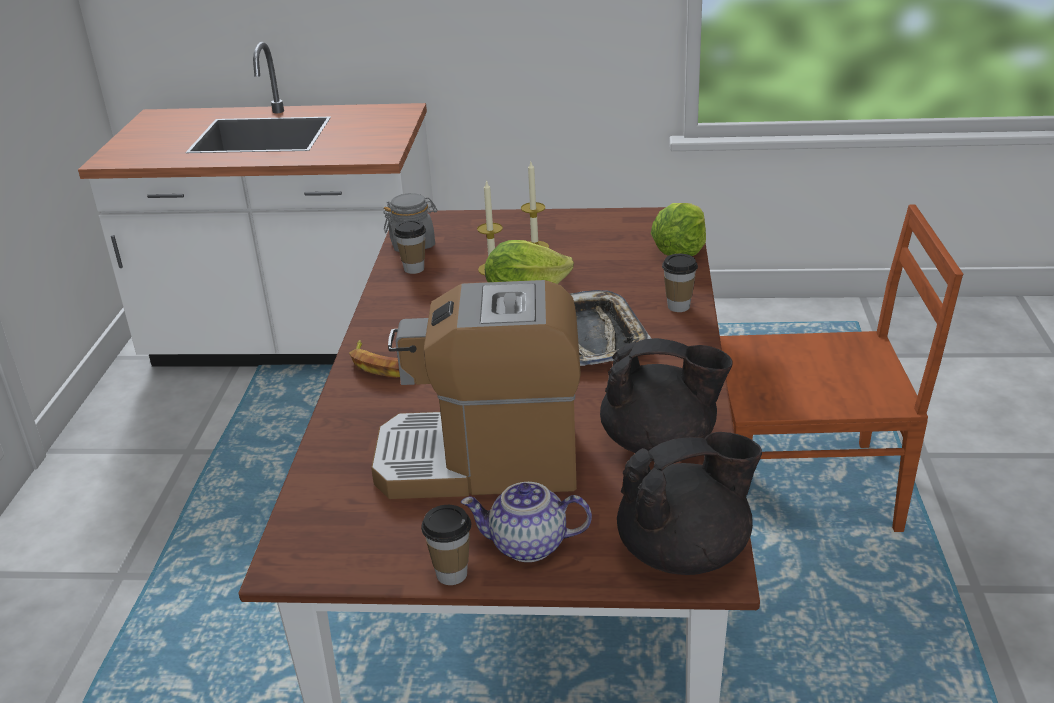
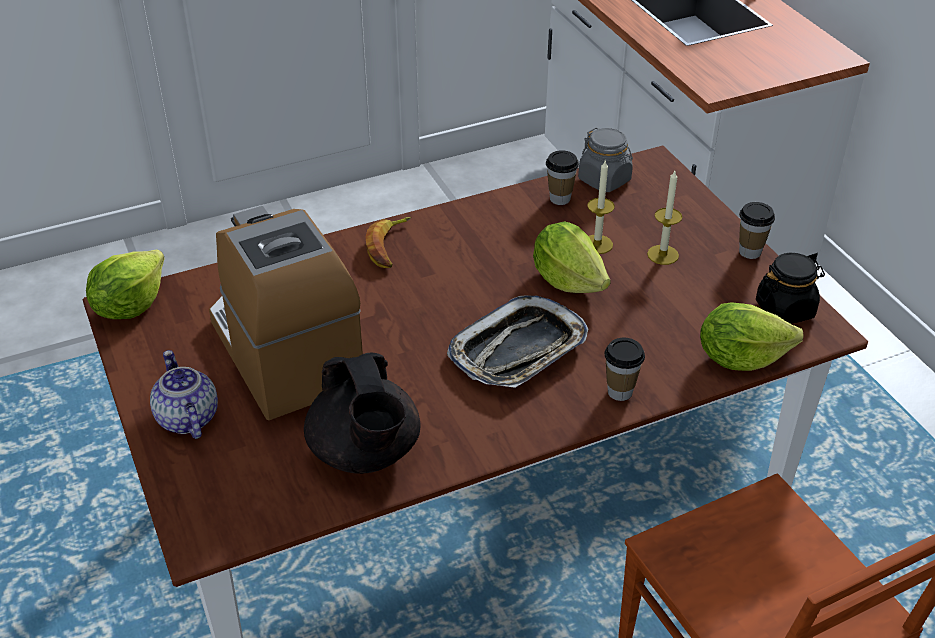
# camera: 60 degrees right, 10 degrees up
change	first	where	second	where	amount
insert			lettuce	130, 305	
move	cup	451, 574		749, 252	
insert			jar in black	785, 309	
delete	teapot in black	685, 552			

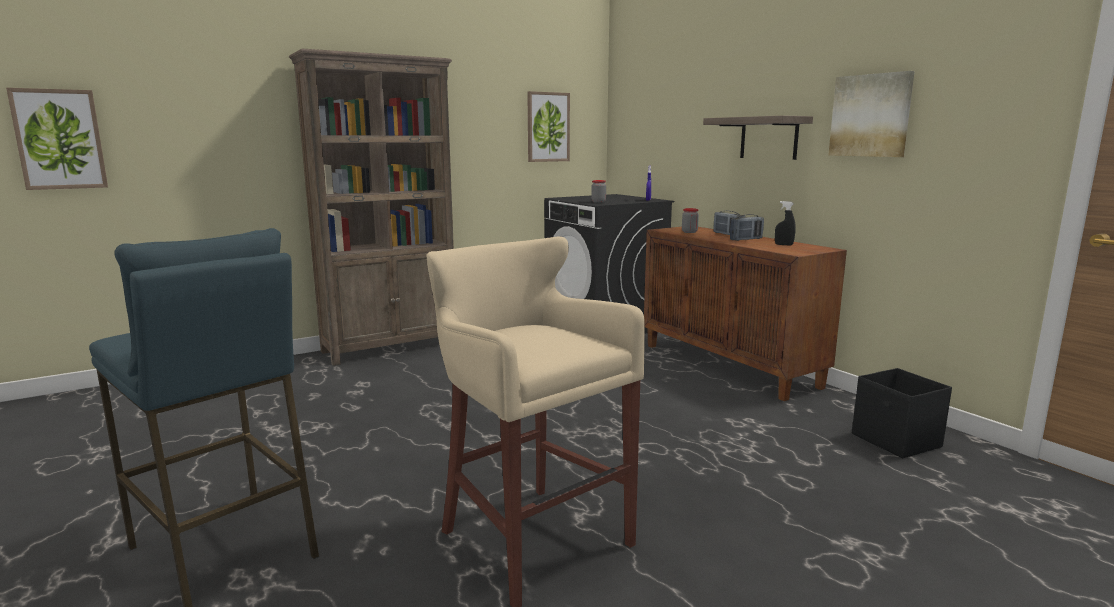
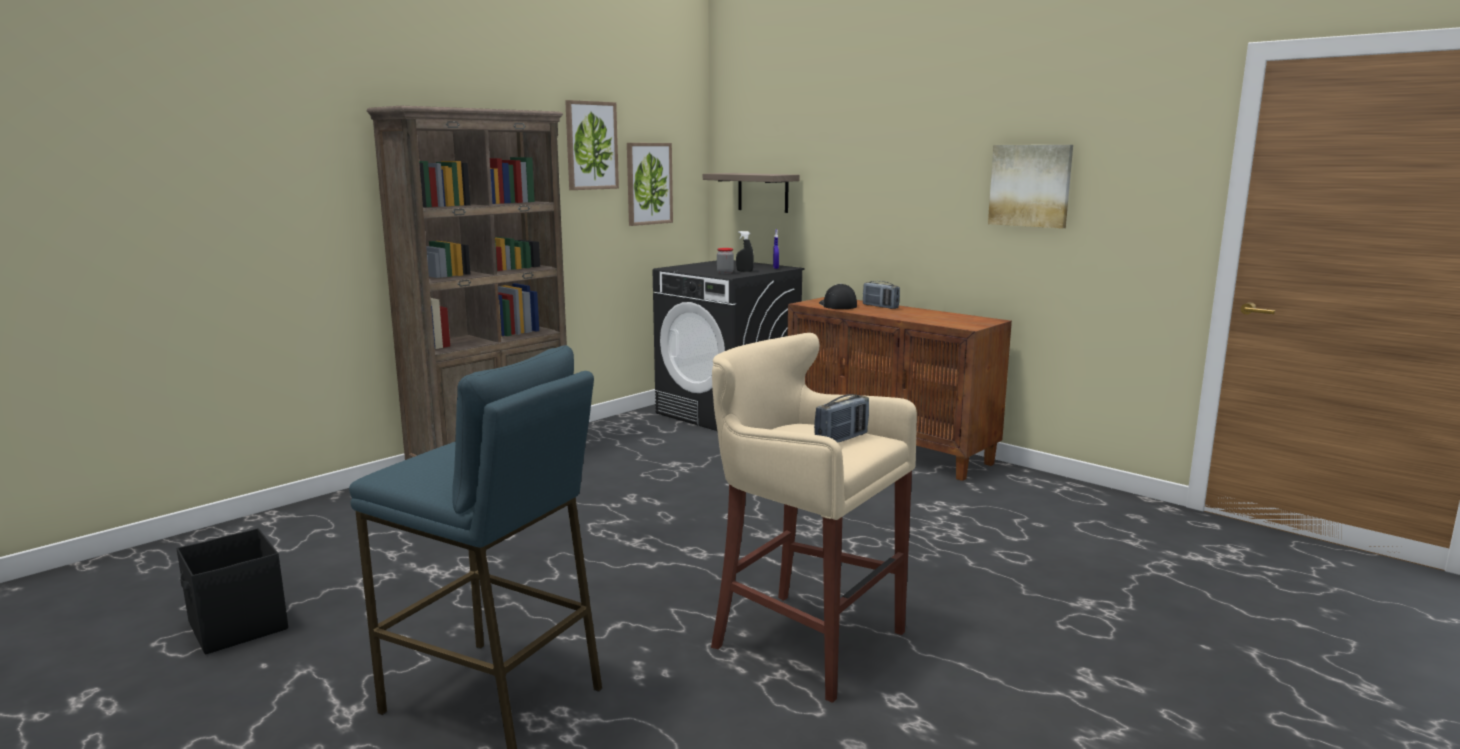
# camera: 15 degrees left, 0 degrees up
change	first	where	second	where	amount
move	storage box in black	896, 441		237, 627	
move	picture	59, 139		591, 145	
move	shelf	769, 138		763, 192	
move	spray bottle in black	783, 245		744, 271	
move	radio	746, 239		841, 439	
replace	jar	689, 232	cap	837, 305	

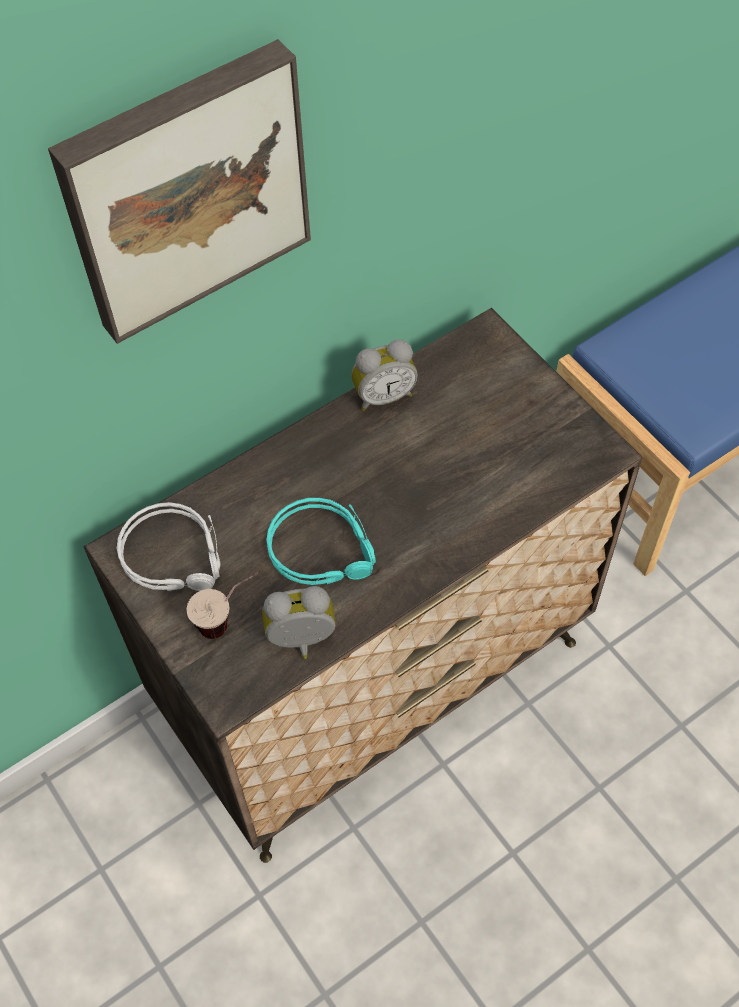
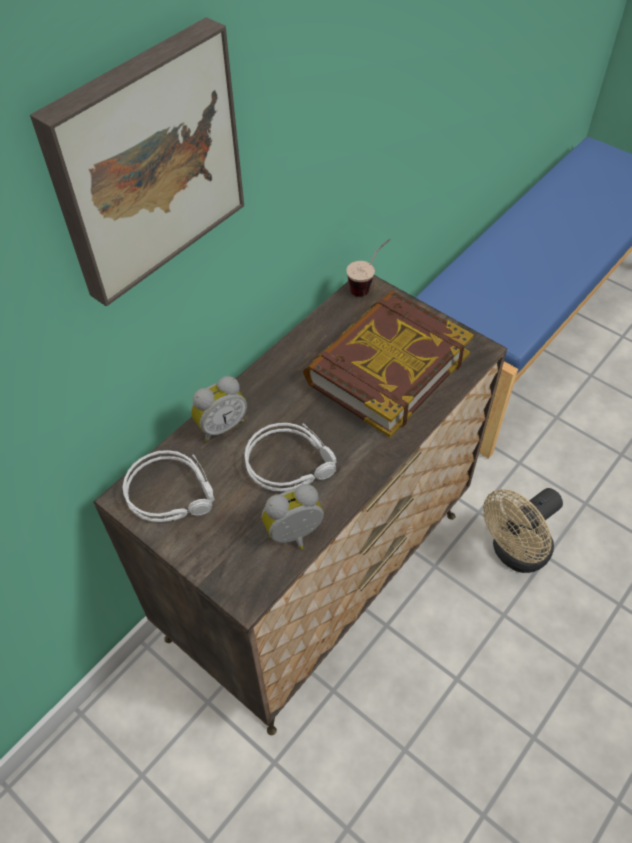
# camera: 15 degrees left, 5 degrees down
change	first	where	second	where	amount
move	alarm clock	383, 395		221, 426	
recolor	headphones in turquoise	325, 548	headphones in grey	292, 461	
insert			book	386, 368	
move	cup	229, 620		368, 285	
insert			fan in beige	514, 553	

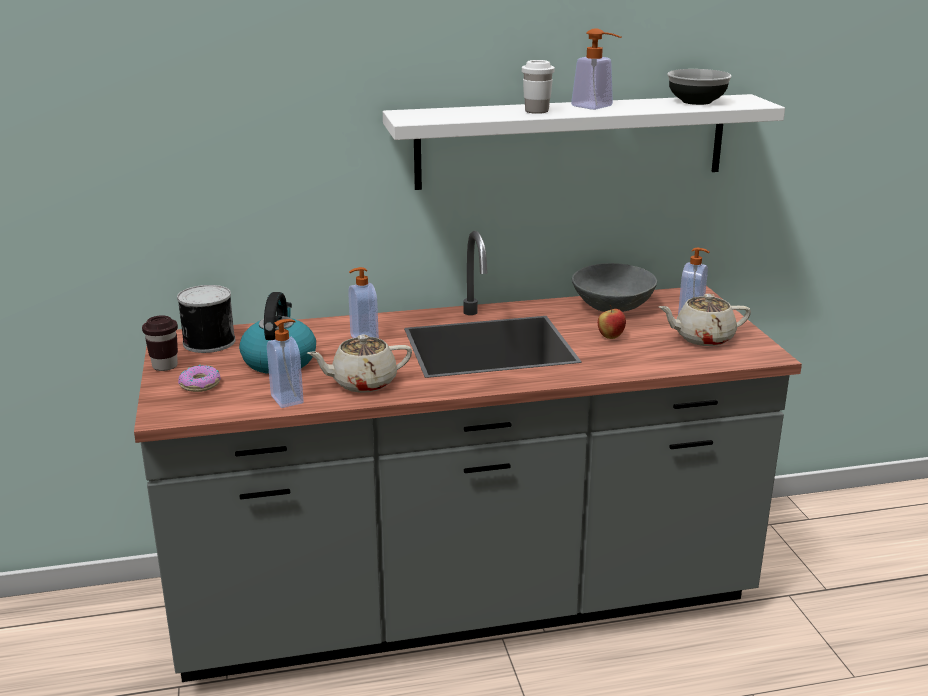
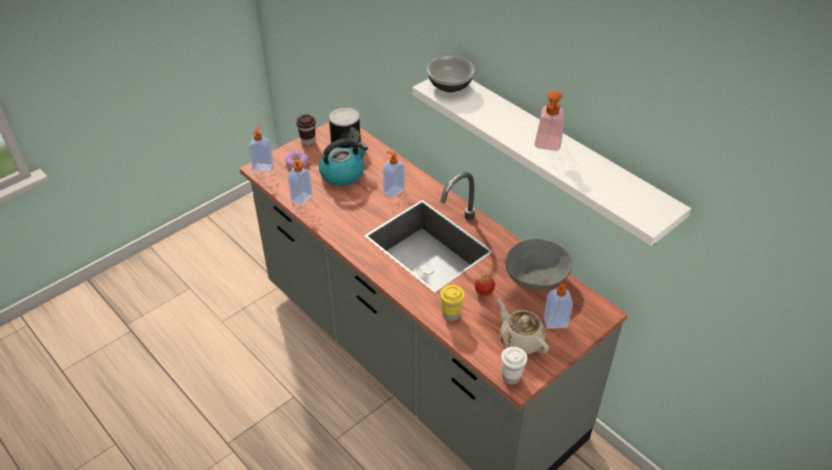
# camera: 60 degrees right, 20 degrees up
change	first	where	second	where	amount
insert			soap dispenser	263, 167	
move	bowl	696, 101		450, 86	
insert			cup in yellow	451, 314	
move	cup in white	536, 111		511, 377	
delete	teapot in beige	362, 383			

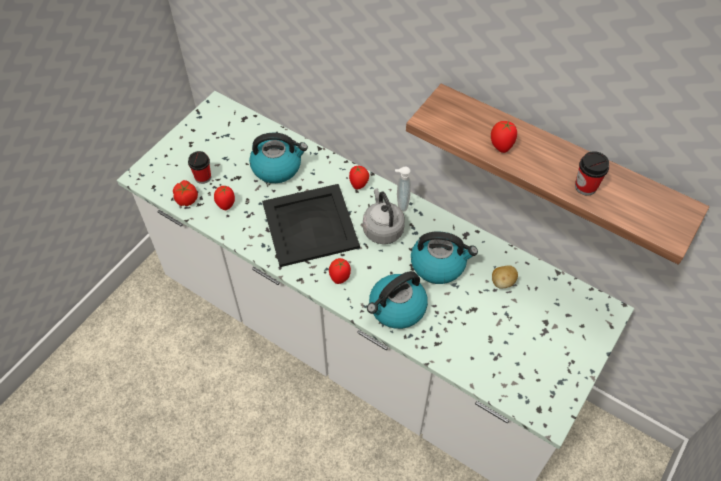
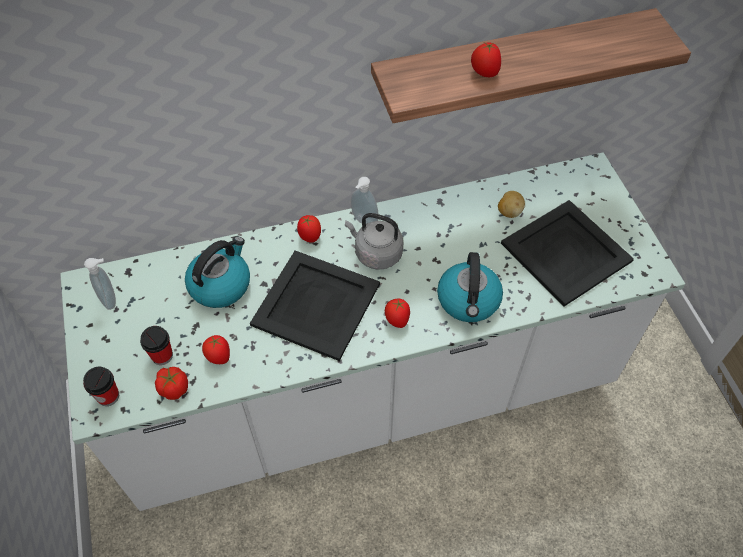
# camera: 50 degrees left, 0 degrees up
change	first	where	second	where	amount
move	cup	585, 187		108, 396	
insert			soap dispenser	111, 299	
insert			tray in black	566, 251	
delete	kettle	439, 264			

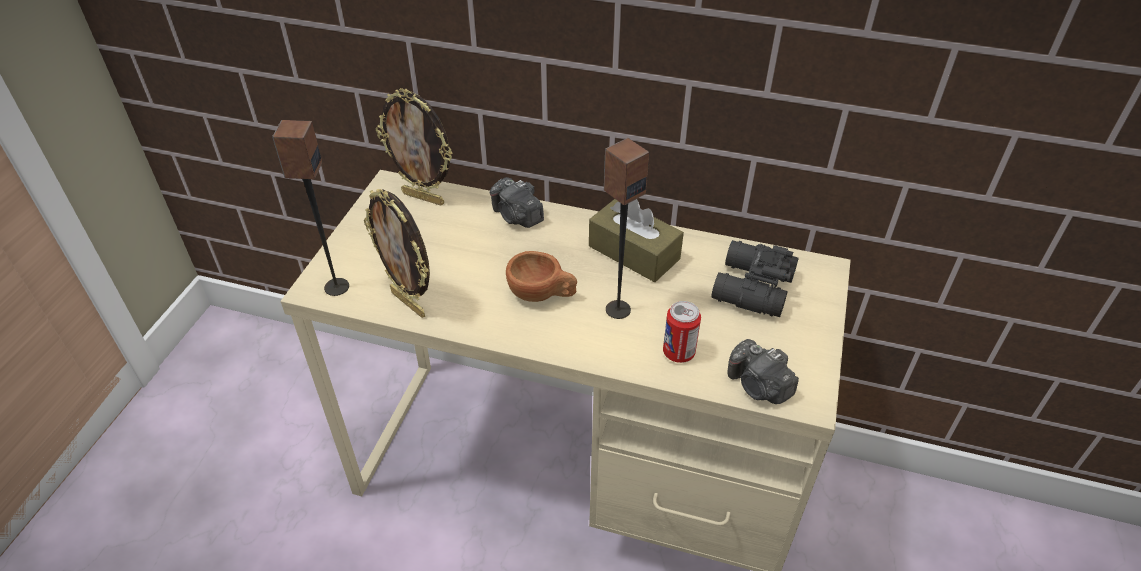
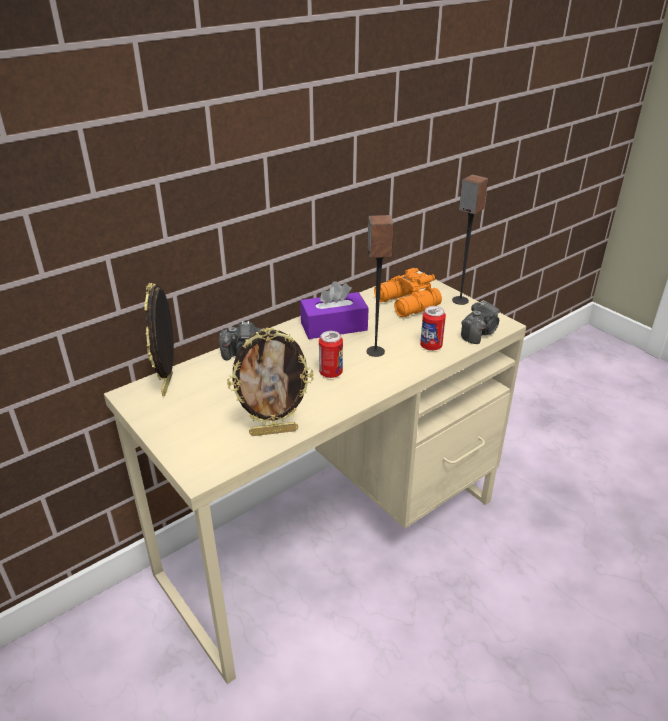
# camera: 55 degrees left, 10 degrees down
change	first	where	second	where	amount
rotate	picture frame	424, 197		169, 384	120 degrees clockwise
recolor	tissue box in brown	634, 252	tissue box in purple	334, 326	
replace	cup in brown	542, 294	can	330, 373	
recolor	binoculars in black	750, 288	binoculars in orange	406, 304	
move	speaker	336, 287		460, 300	
rotate	photo camera	758, 386		479, 333	45 degrees counterclockwise

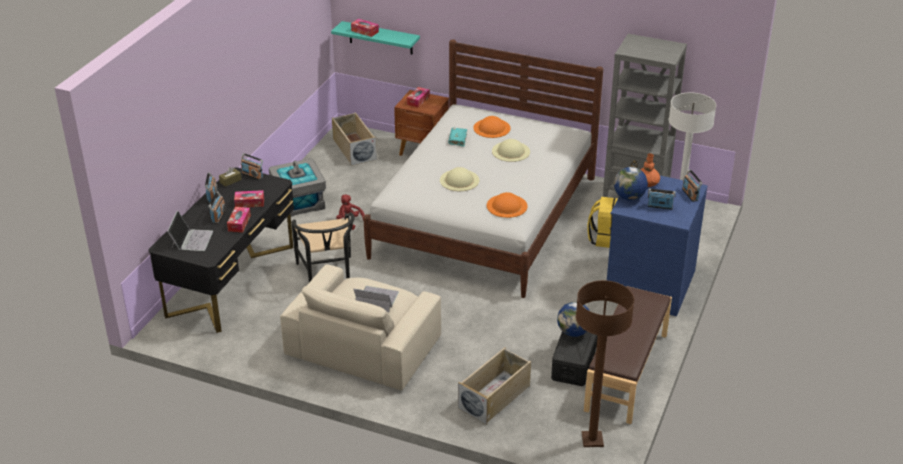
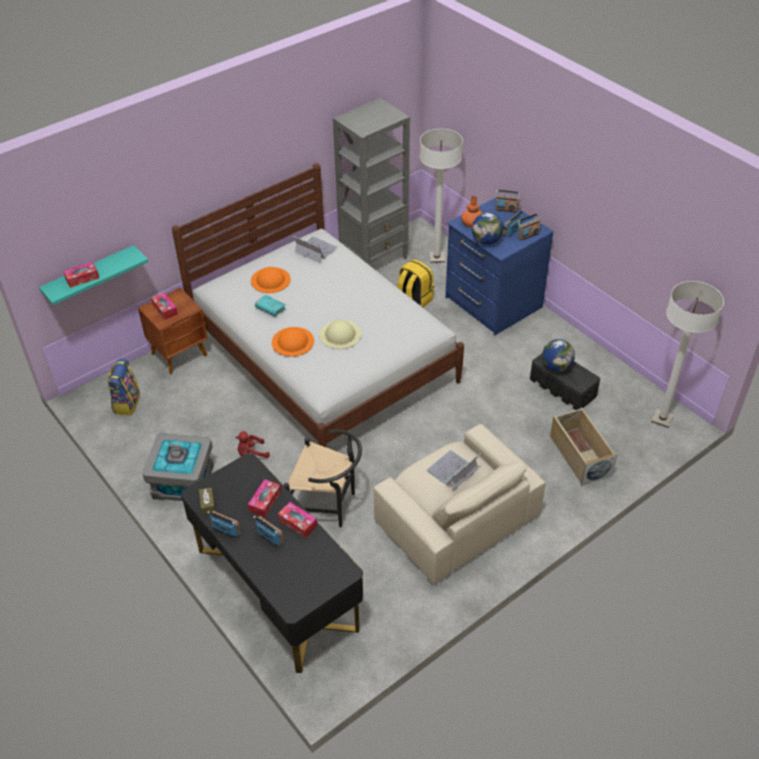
# camera: 60 degrees left, 10 degrees up
change	first	where	second	where	amount
replace	storage box in beige	354, 149	backpack	126, 403	
move	hat in orange	507, 206		292, 341	
move	laptop	191, 239		315, 250	
move	radio	252, 175		528, 235	
recolor	floor lamp in brown	592, 440	floor lamp in white	662, 419	
delete	hat in beige	511, 151			
delete	bench in brown	627, 372			

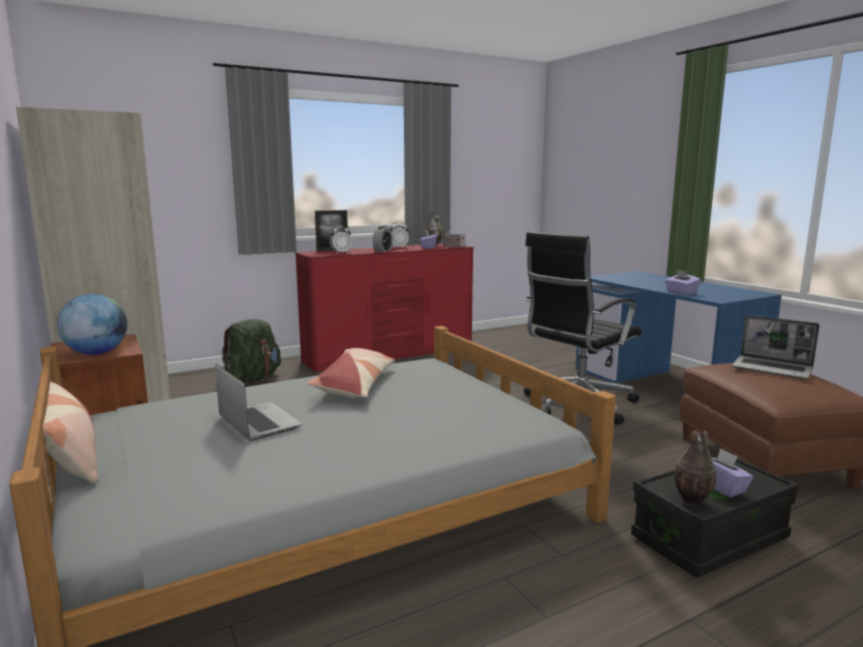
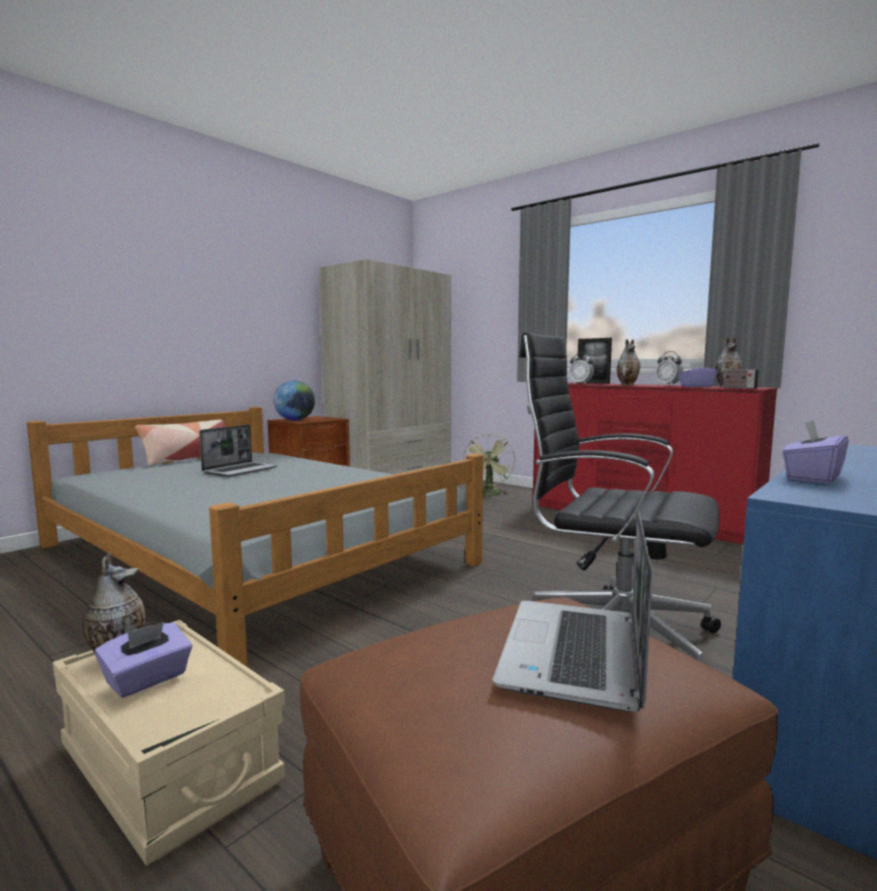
# camera: 70 degrees right, 5 degrees down
change	first	where	second	where	amount
recolor	storage box in black	709, 538	storage box in beige	169, 765	
replace	backpack in green	253, 378	fan in green	489, 494	
replace	alarm clock	382, 250	vase	628, 385	
delete	pillow	355, 384			

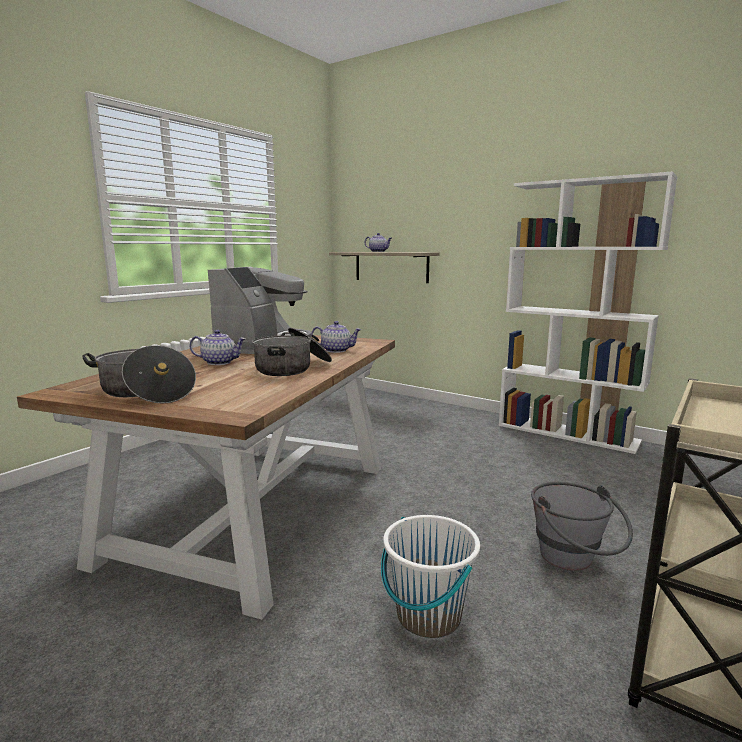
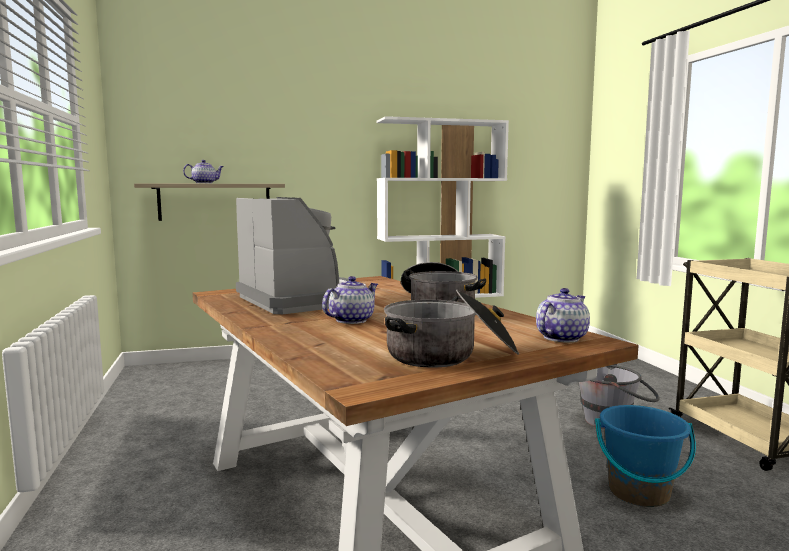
# camera: 50 degrees left, 5 degrees down
change	first	where	second	where	amount
move	teapot	336, 350		561, 337	
recolor	bucket in white	428, 615	bucket in blue	639, 493	

